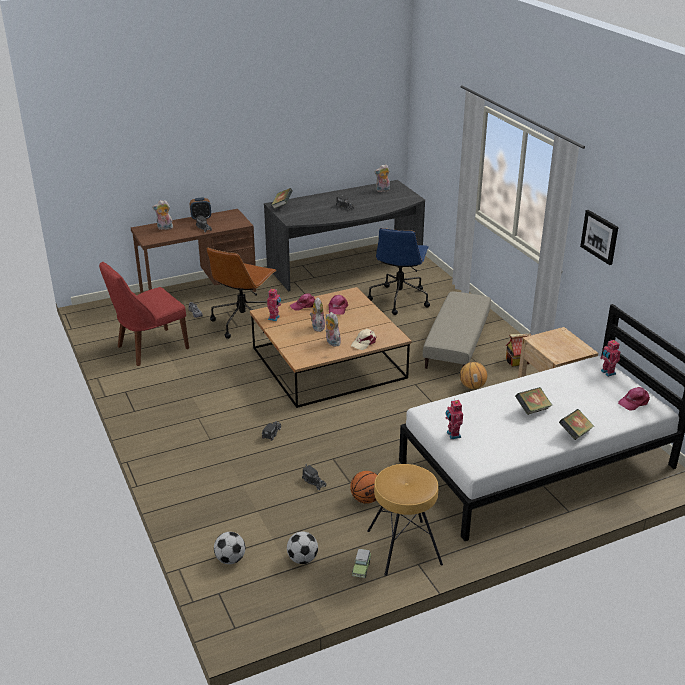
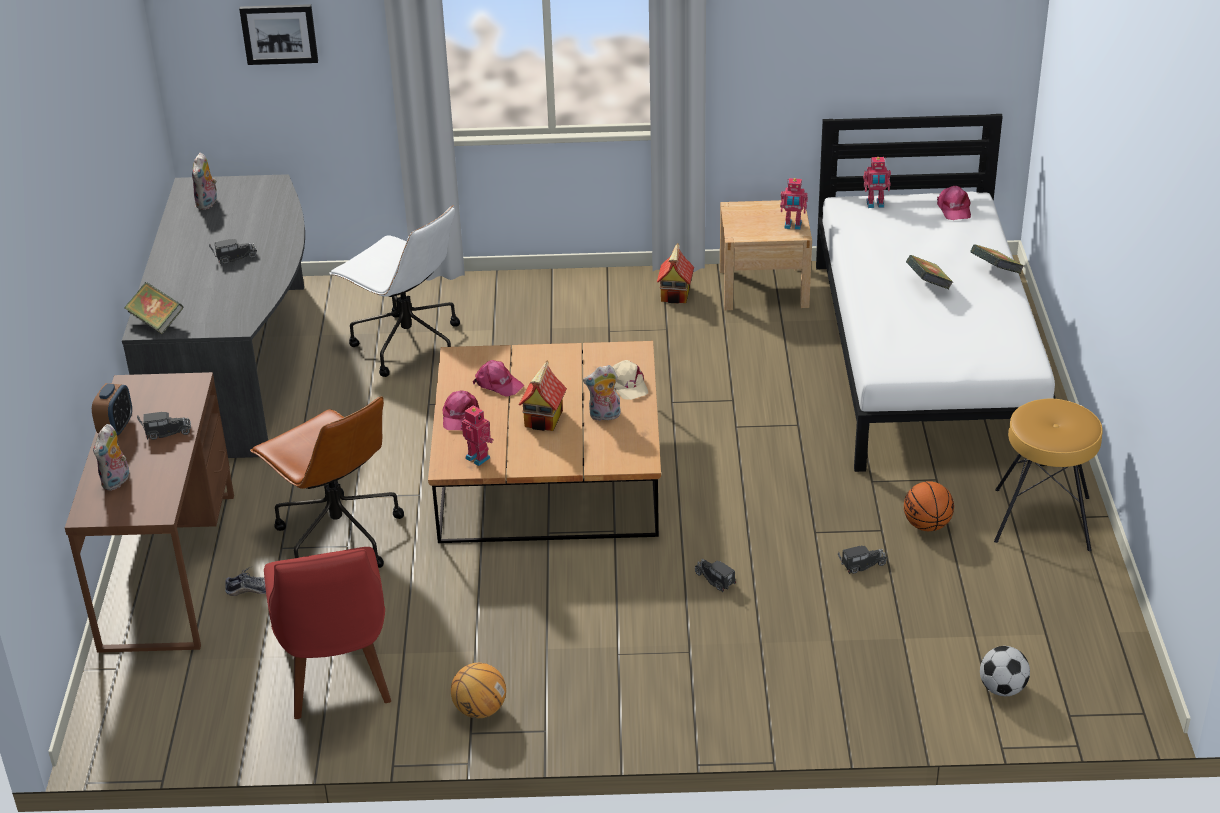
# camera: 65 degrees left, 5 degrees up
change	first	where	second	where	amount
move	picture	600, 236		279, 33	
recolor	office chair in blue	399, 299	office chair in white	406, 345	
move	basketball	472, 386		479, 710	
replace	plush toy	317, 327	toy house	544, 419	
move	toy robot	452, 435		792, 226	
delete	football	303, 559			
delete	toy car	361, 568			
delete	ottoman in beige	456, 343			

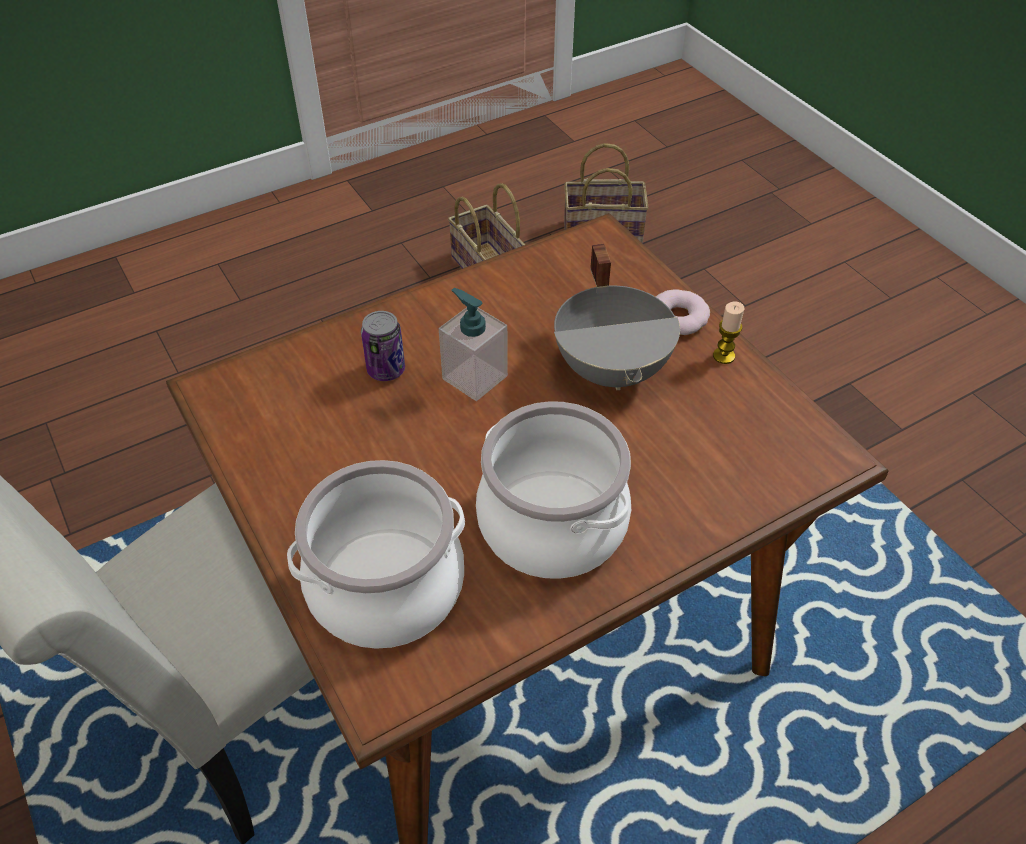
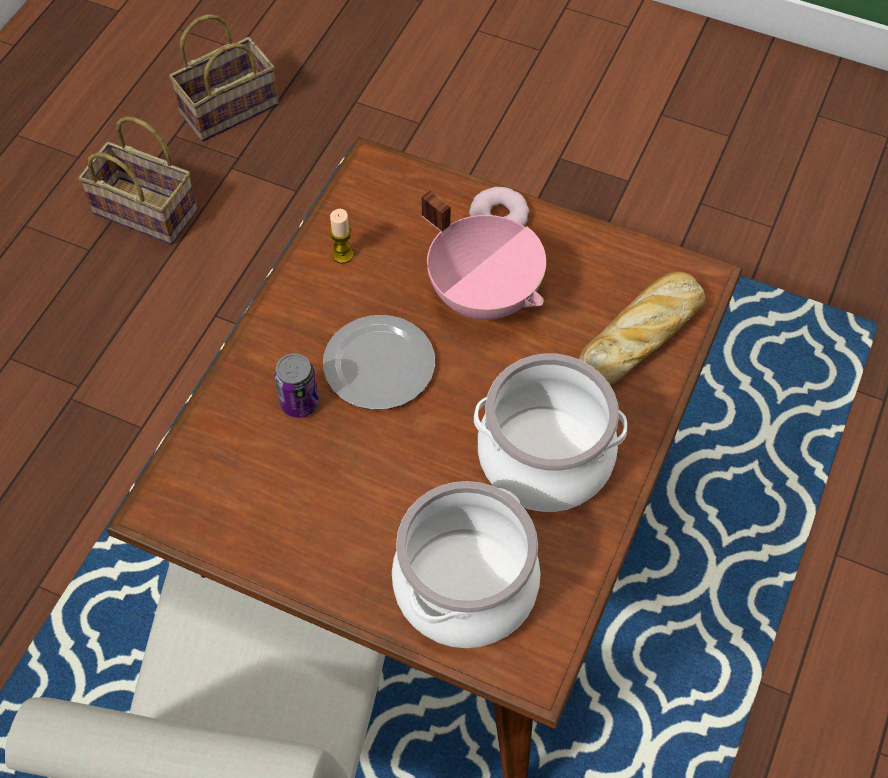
# camera: 35 degrees left, 10 degrees up
change	first	where	second	where	amount
replace	soap dispenser	474, 377	plate	380, 366	
move	candle	723, 356		343, 255	
recolor	cooking pot in grey	613, 369	cooking pot in pink	485, 294	
insert			bread	641, 335	

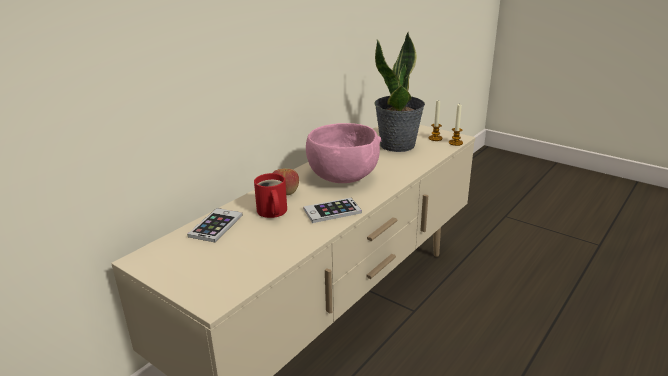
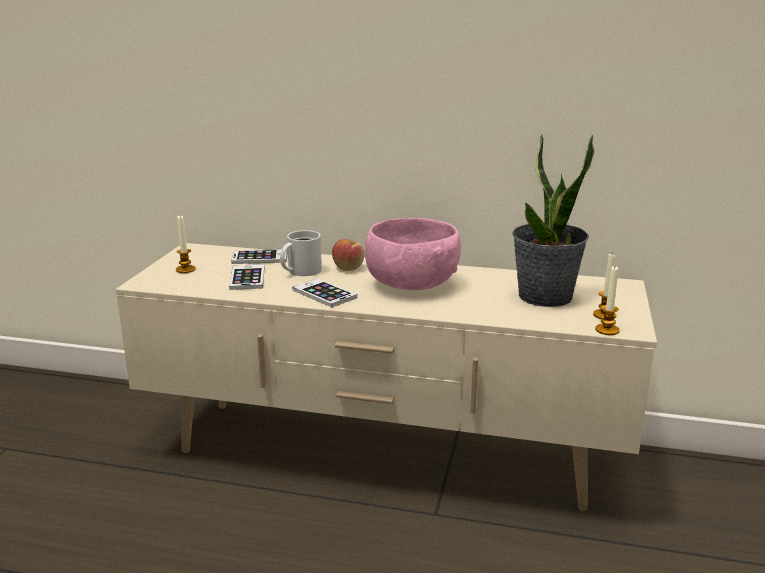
# camera: 65 degrees right, 5 degrees down
change	first	where	second	where	amount
insert			candle	185, 269	
insert			phone	247, 278	
recolor	mug in red	271, 212	mug in white	301, 271	

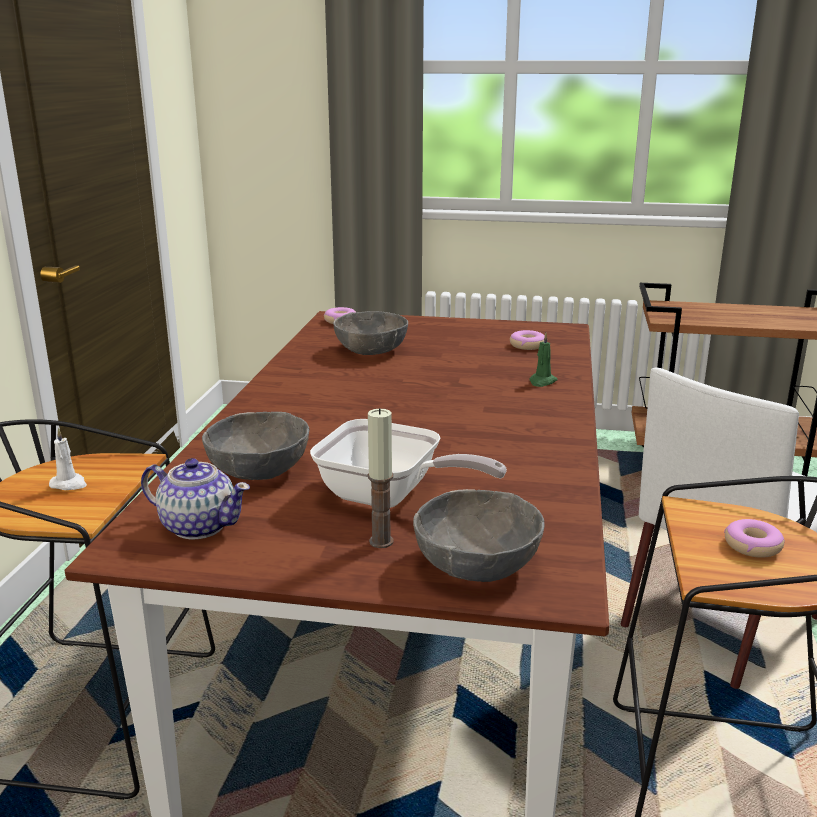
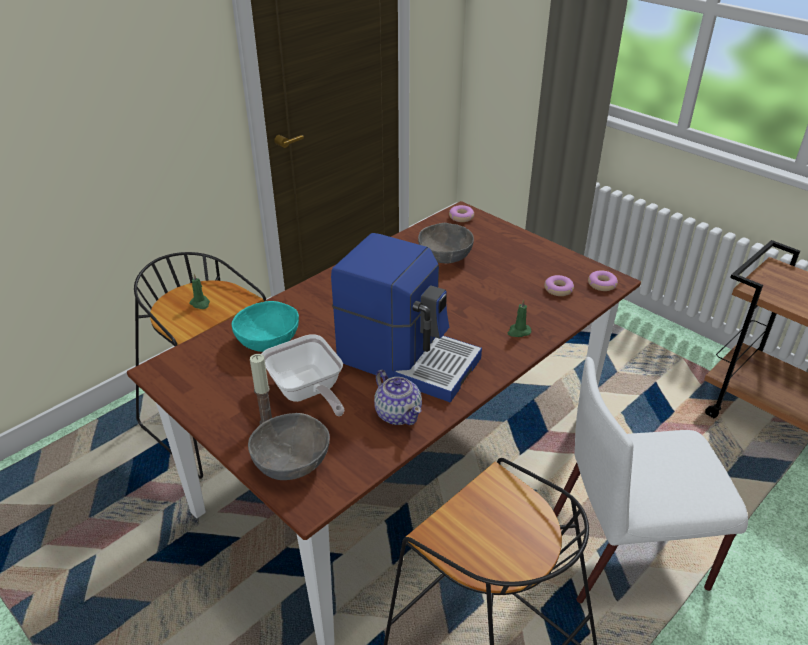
# camera: 35 degrees right, 15 degrees up
change	first	where	second	where	amount
recolor	candle in white	69, 484	candle in green	200, 303	
recolor	bowl in grey	259, 470	bowl in turquoise	268, 341	
insert			coffee machine	408, 358	
move	teapot	198, 526		398, 413	
move	donut	753, 546		602, 284	

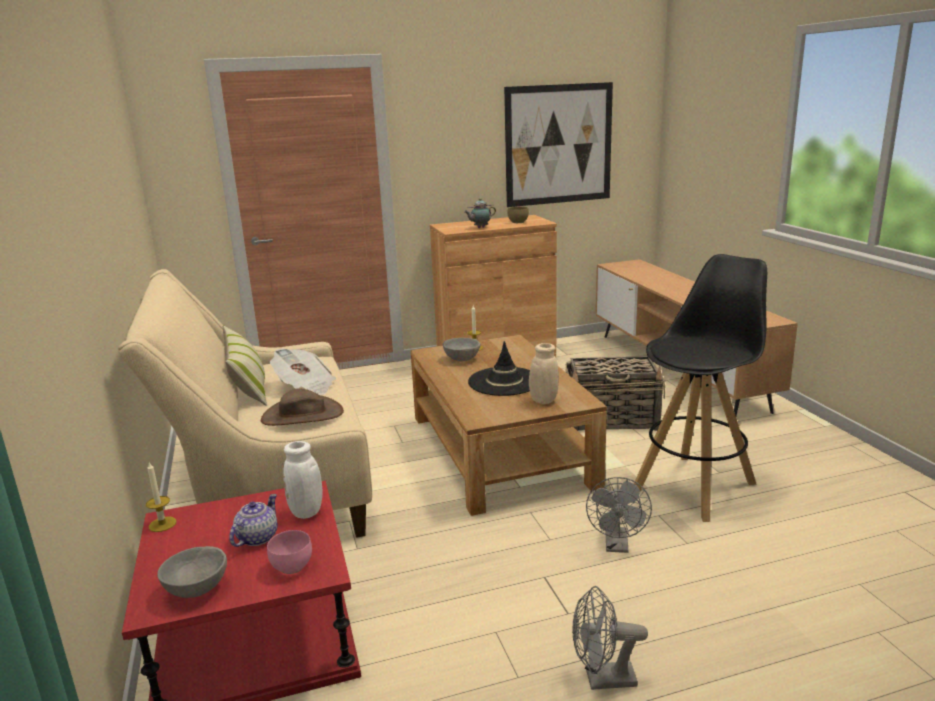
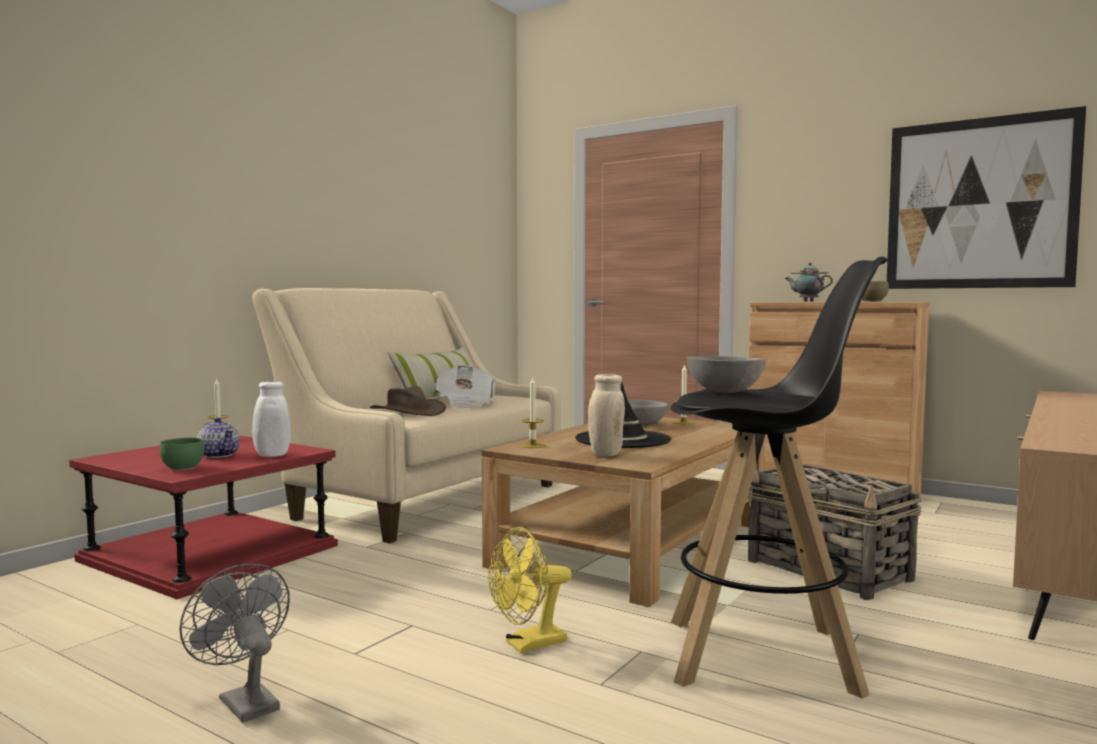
# camera: 50 degrees right, 15 degrees down
change	first	where	second	where	amount
recolor	bowl in pink	290, 566	bowl in green	182, 468	
rotate	teapot	256, 538		219, 455	60 degrees clockwise
recolor	fan in grey	617, 546	fan in yellow	528, 645	
insert			candle	532, 445	
move	bowl in grey	196, 589		724, 392	

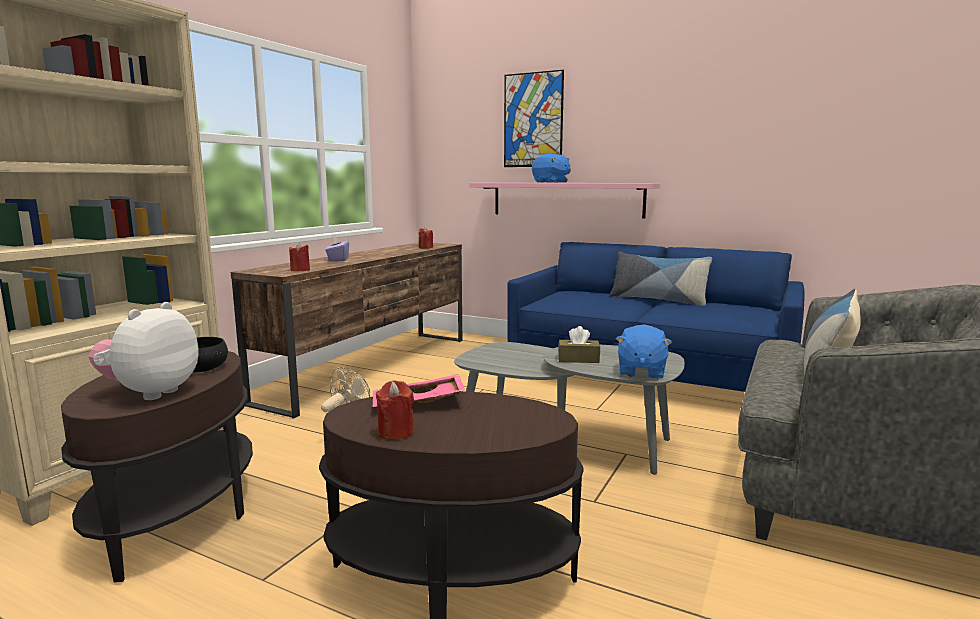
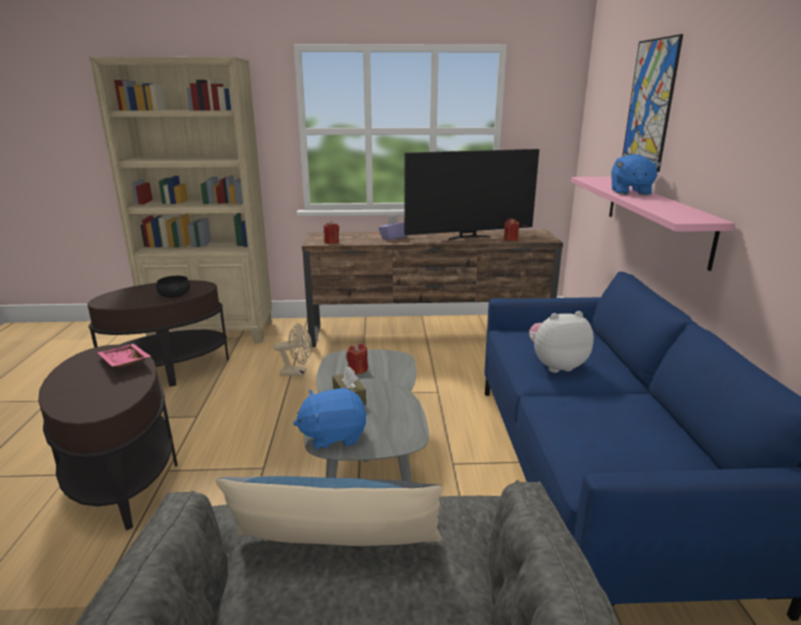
# camera: 60 degrees right, 10 degrees up
change	first	where	second	where	amount
move	candle in red	396, 432		357, 370	
insert			television	468, 237	
move	plush toy	151, 393		556, 365	
delete	pillow	658, 299			

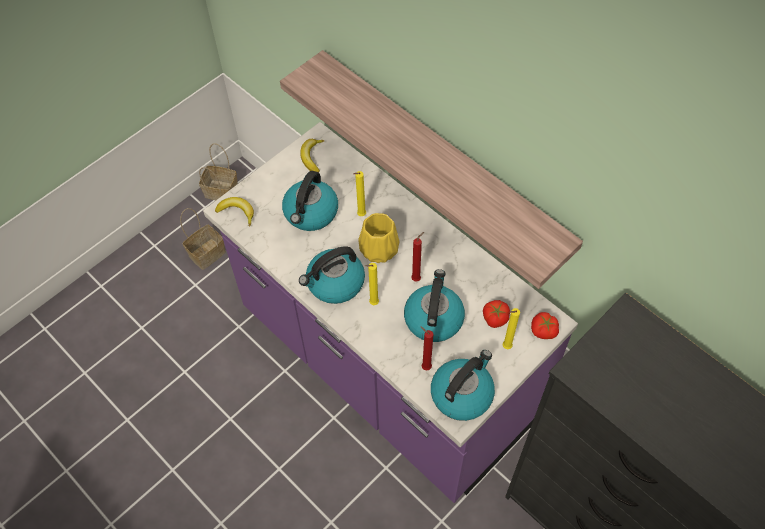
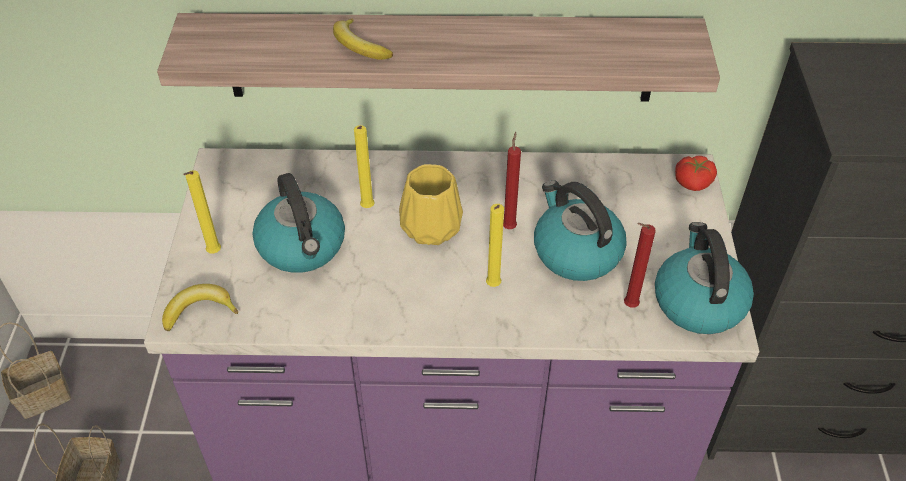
# camera: 45 degrees left, 10 degrees down
change	first	where	second	where	amount
move	candle in yellow	505, 347		213, 254	
move	banana	312, 157		359, 46	
delete	kettle	335, 283			
delete	tomato	495, 318			

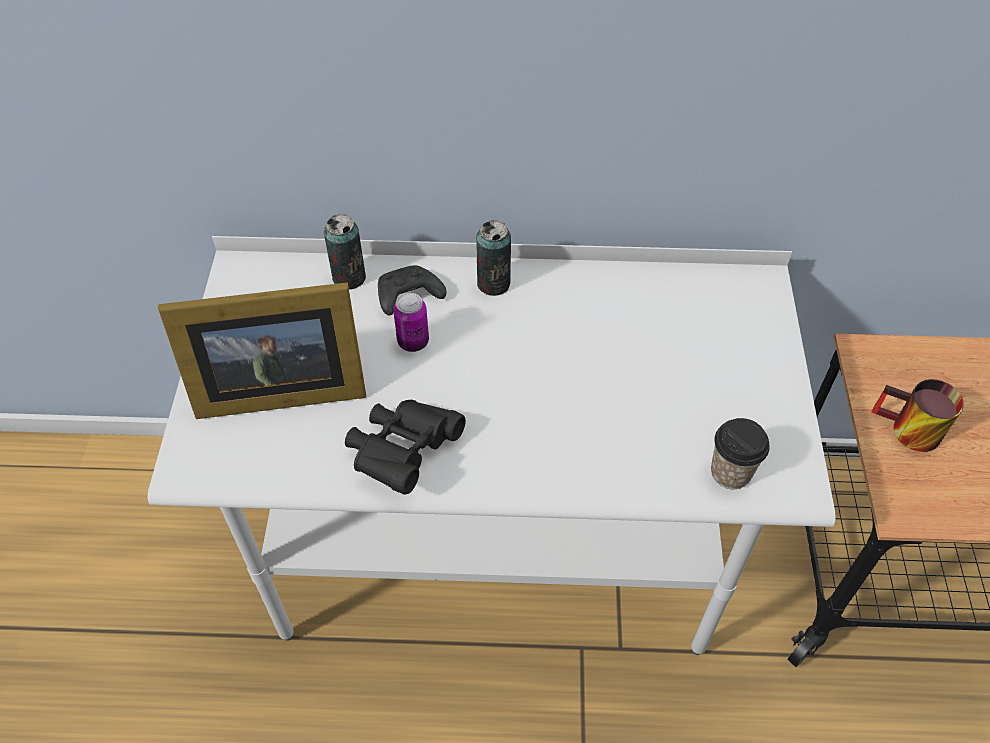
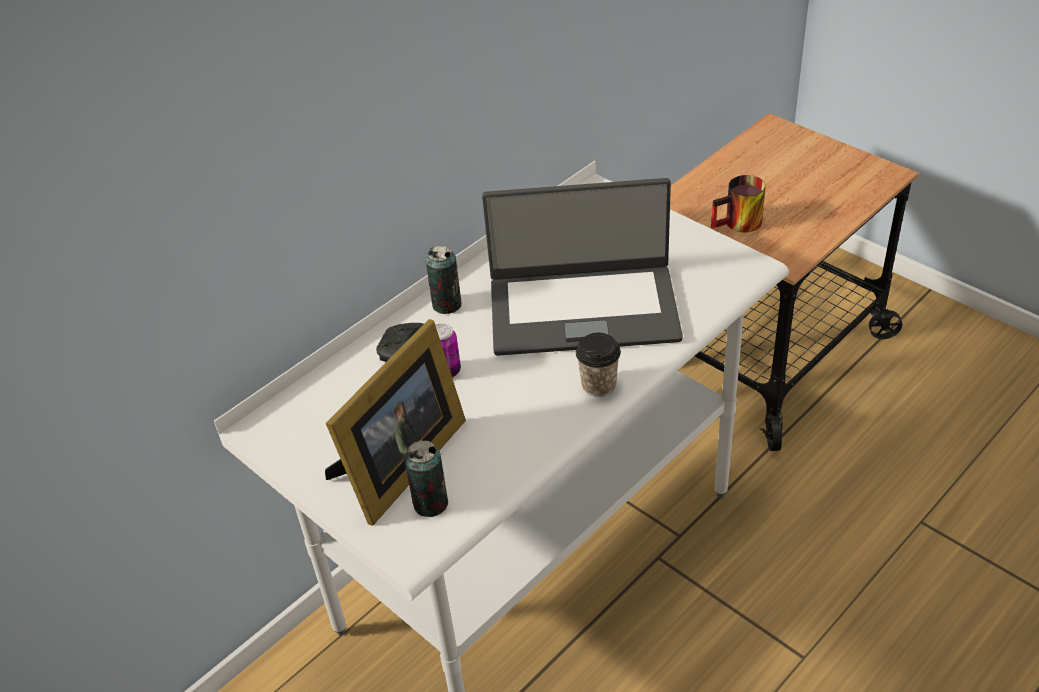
# camera: 45 degrees left, 10 degrees down
change	first	where	second	where	amount
move	can	349, 278		430, 503	
insert			laptop	583, 309	
move	cup	730, 472		598, 385	
delete	binoculars in black	403, 452			

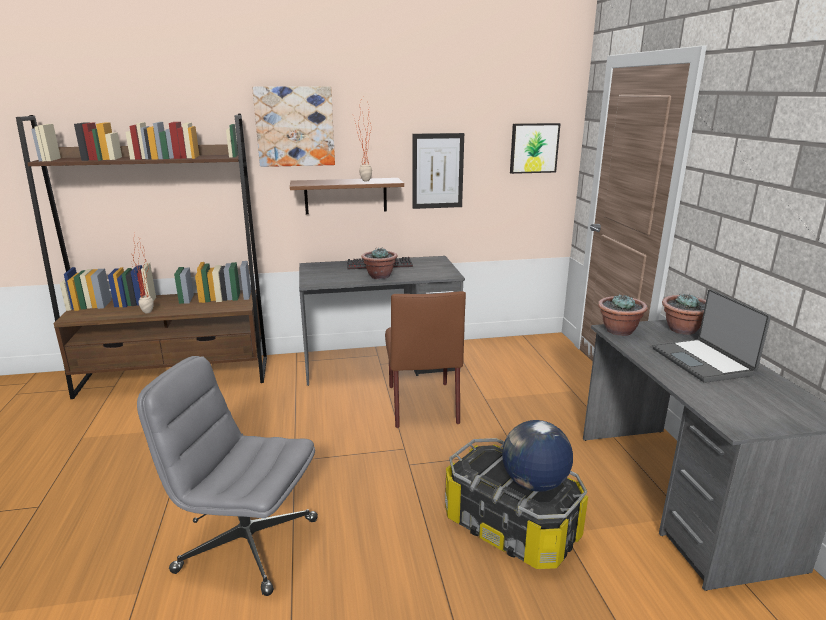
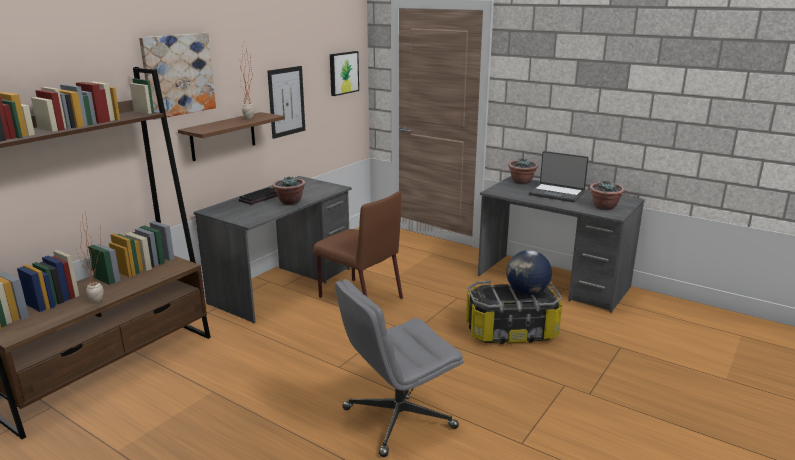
# camera: 45 degrees left, 0 degrees up
change	first	where	second	where	amount
move	potted plant	618, 331		604, 207	

